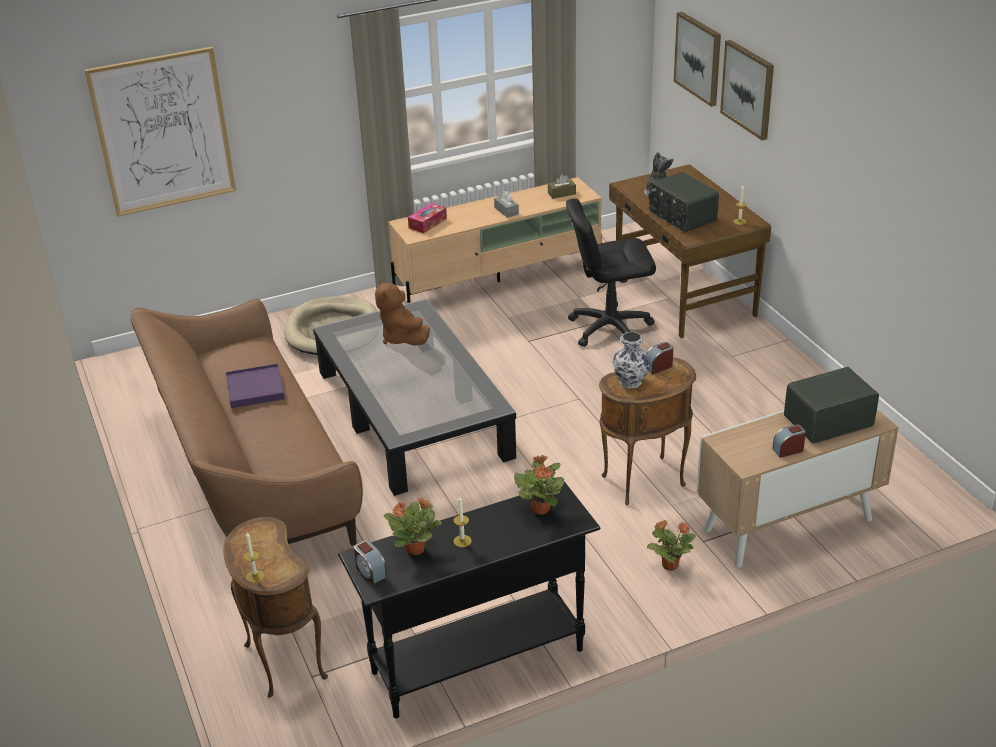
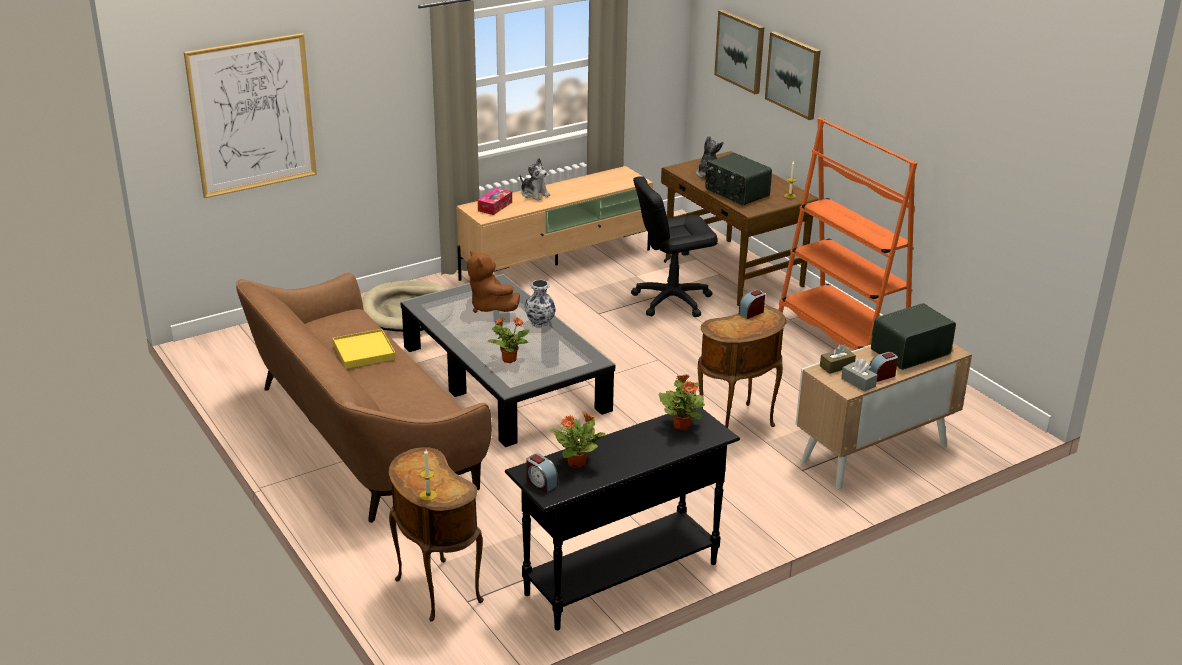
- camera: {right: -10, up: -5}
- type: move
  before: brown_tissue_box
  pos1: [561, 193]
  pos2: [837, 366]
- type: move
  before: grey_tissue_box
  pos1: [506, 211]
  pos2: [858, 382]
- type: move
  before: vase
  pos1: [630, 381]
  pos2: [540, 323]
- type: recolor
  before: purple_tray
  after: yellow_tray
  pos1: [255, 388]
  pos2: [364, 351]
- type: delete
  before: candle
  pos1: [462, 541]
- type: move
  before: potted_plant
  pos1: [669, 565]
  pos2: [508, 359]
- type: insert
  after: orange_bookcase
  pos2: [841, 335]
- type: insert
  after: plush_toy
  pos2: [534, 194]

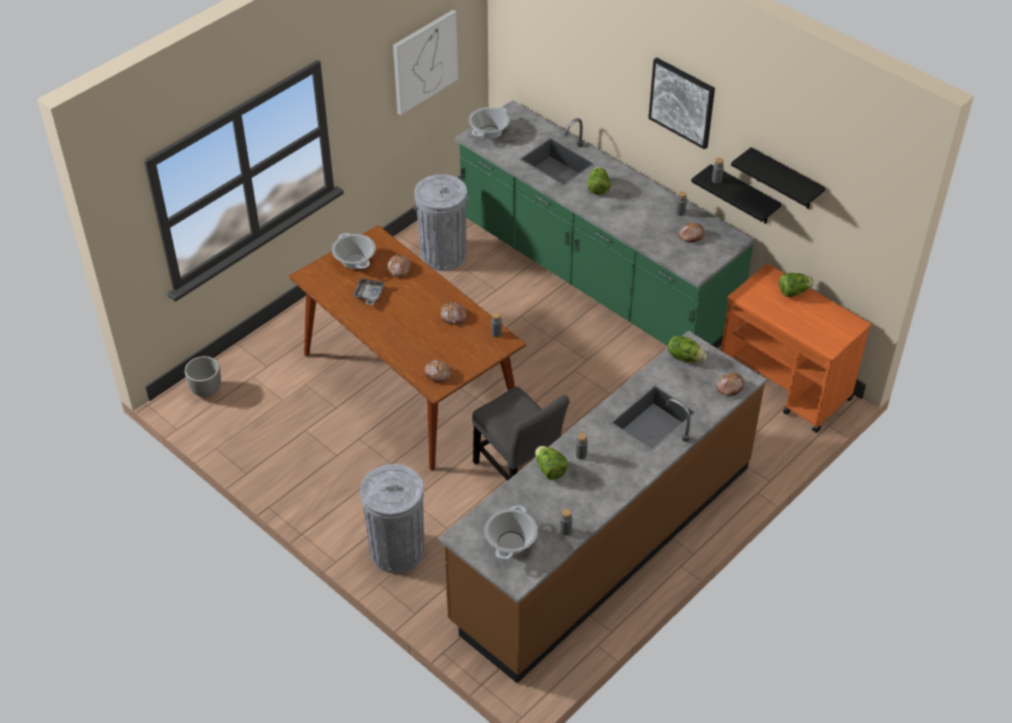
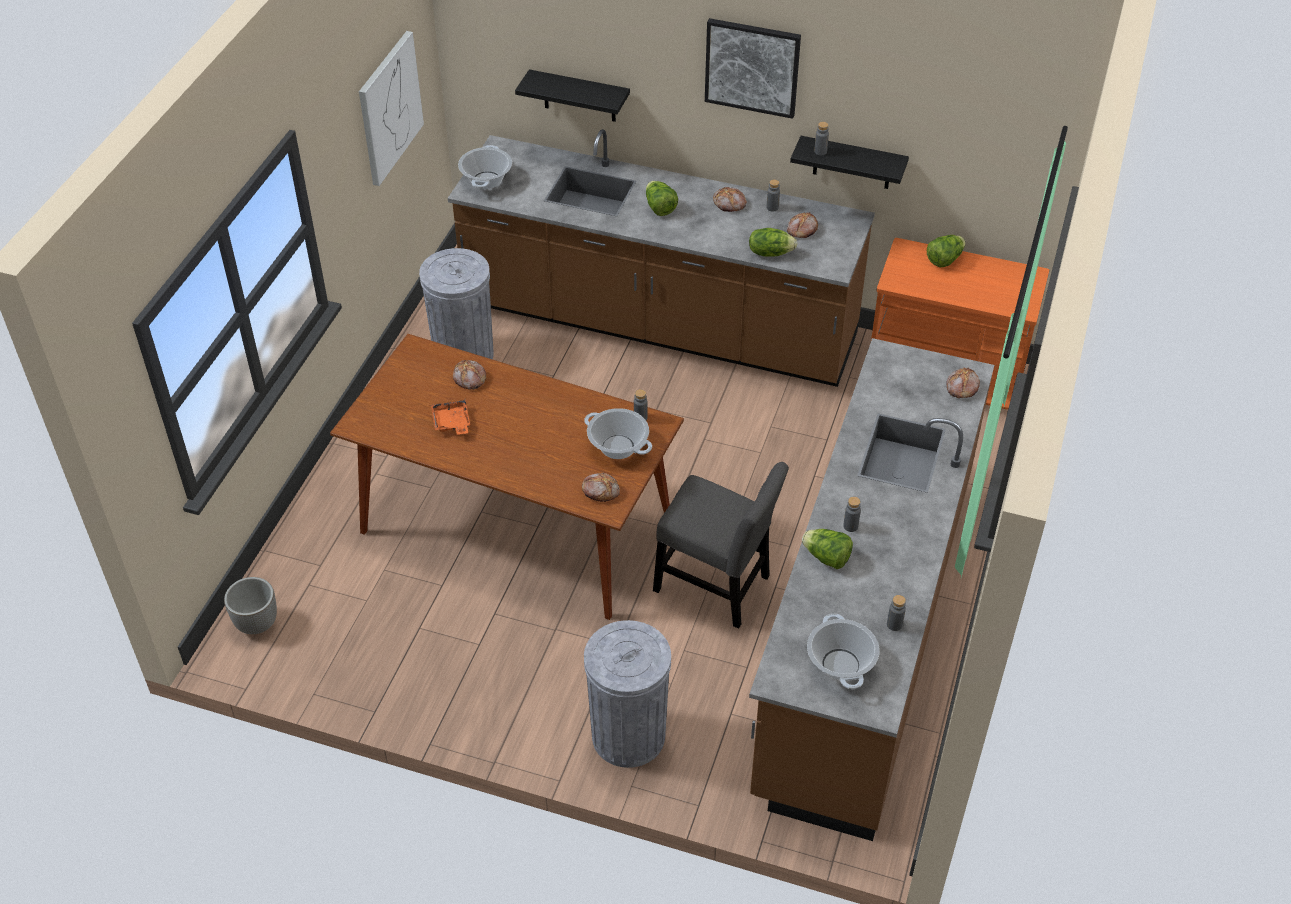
- camera: {right: -25, up: 0}
- type: recolor
  before: green_counter
  after: brown_counter
  pos1: [594, 276]
  pos2: [659, 323]
- type: move
  before: black_shelf
  pos1: [785, 180]
  pos2: [579, 96]
- type: move
  before: cooking_pot
  pos1: [355, 261]
  pos2: [618, 447]
- type: recolor
  before: grey_tray
  after: orange_tray
  pos1: [369, 295]
  pos2: [451, 423]
- type: move
  before: bread
  pos1: [453, 316]
  pos2: [729, 204]
- type: move
  before: lettuce
  pos1: [685, 357]
  pos2: [770, 252]

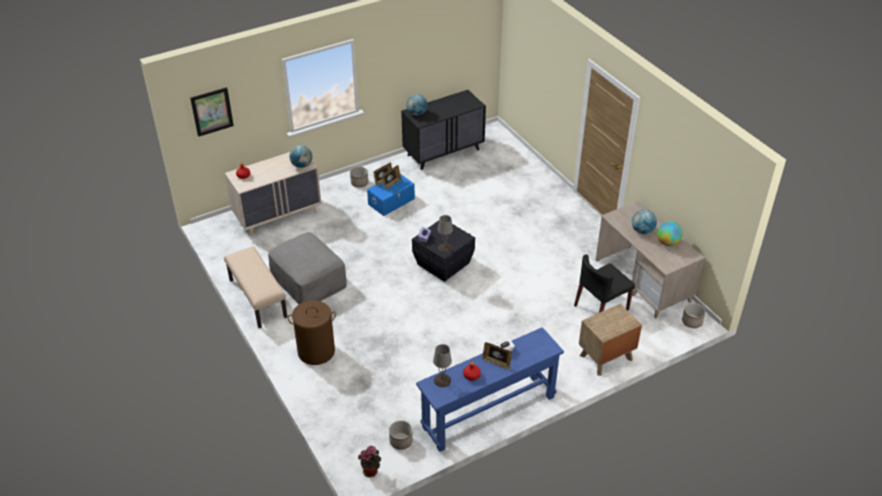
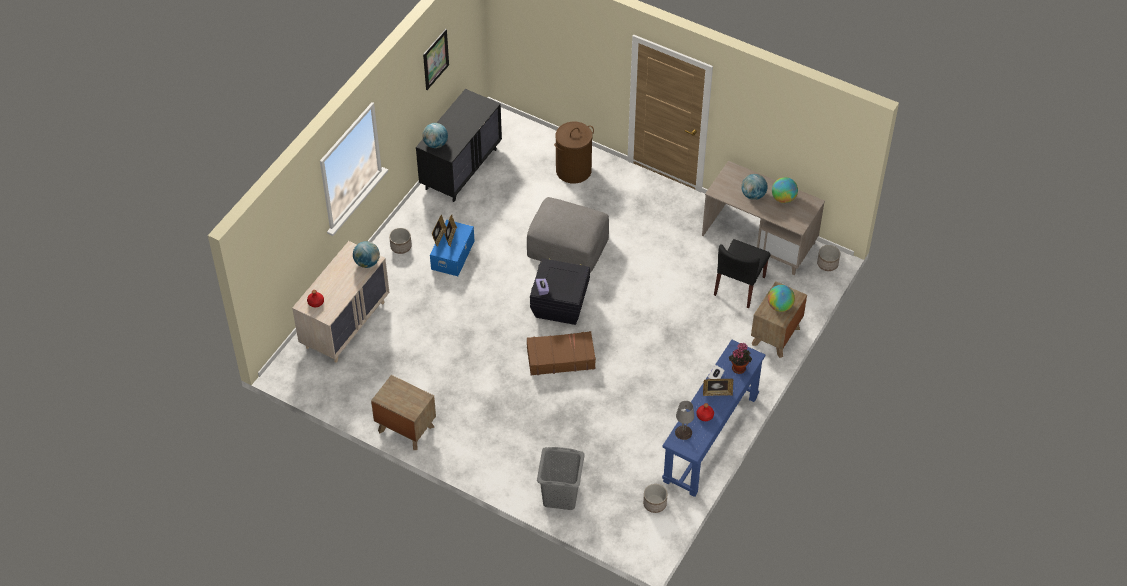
- camera: {right: -30, up: 10}
- type: move
  before: picture
  pos1: [212, 111]
  pos2: [435, 59]
- type: delete
  before: grey_table_lamp
  pos1: [445, 248]
- type: move
  before: grey_ottoman
  pos1: [308, 280]
  pos2: [567, 246]
- type: replace
  before: beige_bench
  after: brown_nightstand
  pos1: [257, 298]
  pos2: [405, 428]
- type: move
  before: brown_laundry_basket
  pos1: [316, 351]
  pos2: [573, 170]
- type: move
  before: potted_plant
  pos1: [371, 470]
  pos2: [739, 367]
- type: insert
  after: globe
  pos2: [779, 306]
- type: insert
  after: brown_suitcase
  pos2: [560, 358]
- type: insert
  after: grey_laundry_basket
  pos2: [560, 495]

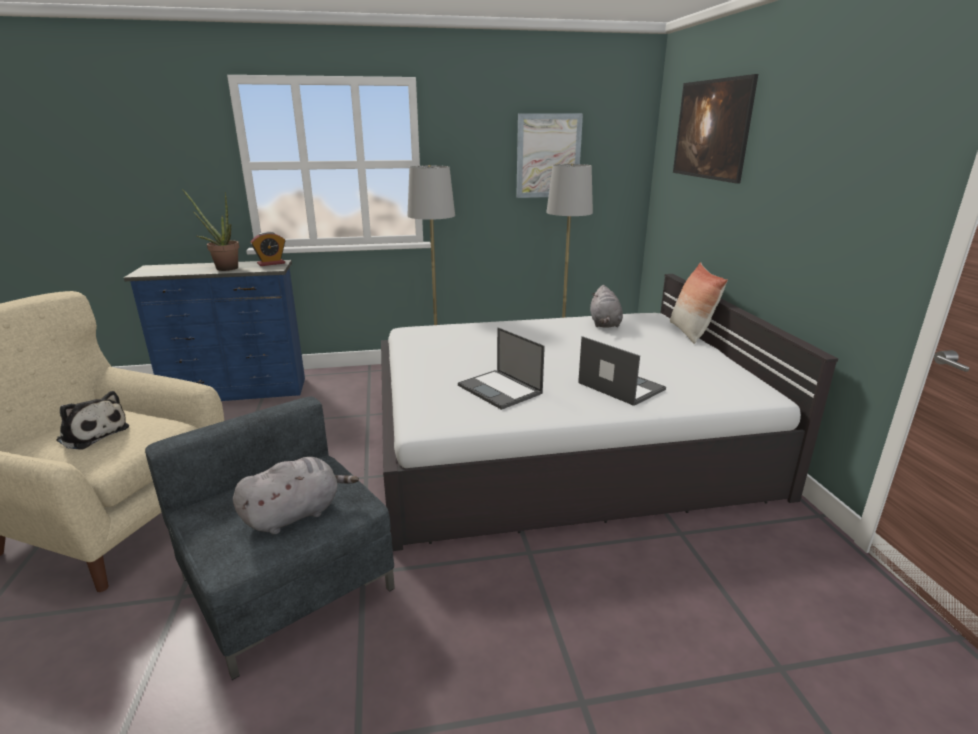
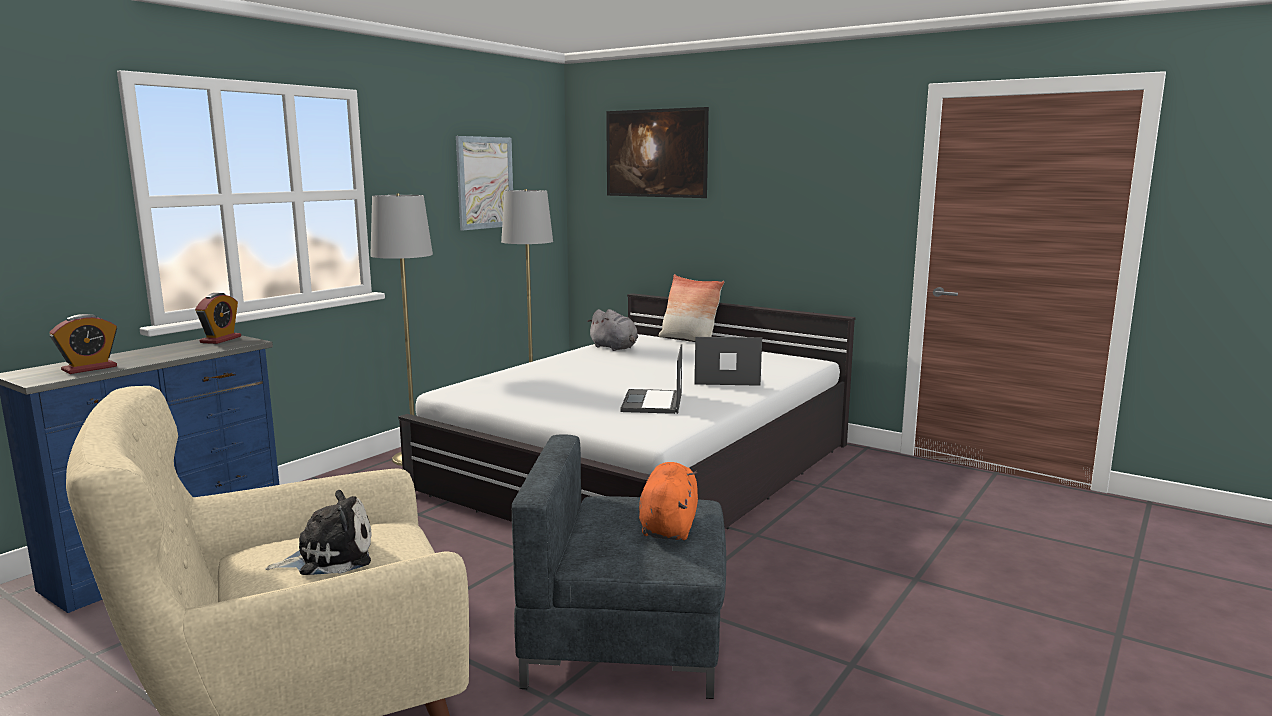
- camera: {right: -45, up: -10}
- type: delete
  before: potted_plant
  pos1: [223, 268]
- type: rotate
  before: laptop
  pos1: [500, 390]
  pos2: [652, 403]
  turn: 90
- type: recolor
  before: grey_plush_toy
  after: orange_plush_toy
  pos1: [296, 514]
  pos2: [668, 526]
- type: insert
  after: alarm_clock
  pos2: [89, 368]

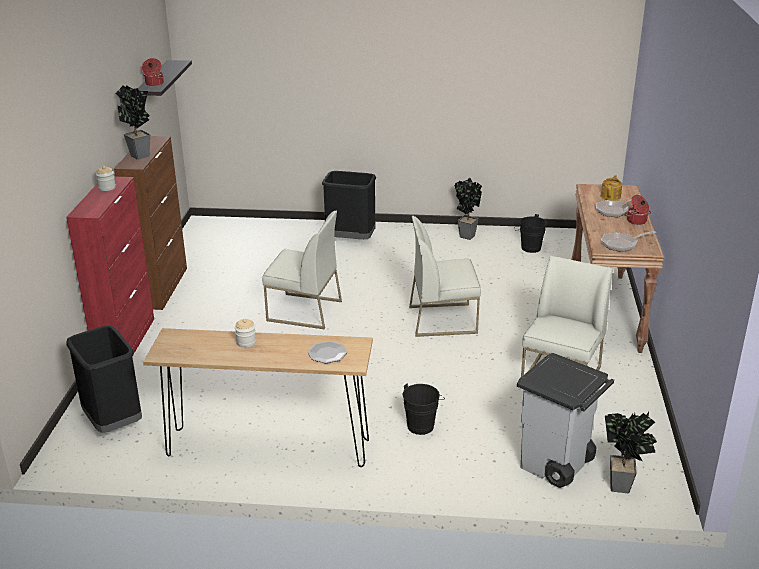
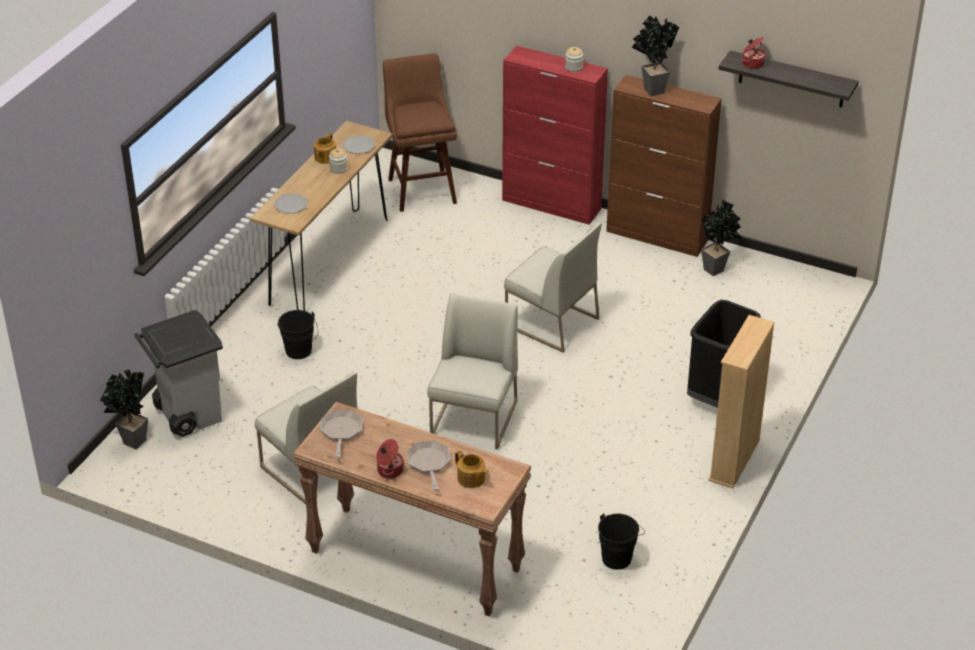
- camera: {right: 110, up: 10}
- type: move
  before: potted_plant
  pos1: [465, 235]
  pos2: [717, 269]
- type: rotate
  before: white_chair
  pos1: [303, 311]
  pos2: [551, 322]
  turn: -90
- type: replace
  before: black_trash_can
  after: brown_stool
  pos1: [112, 422]
  pos2: [421, 189]
- type: insert
  after: teapot
  pos2: [325, 158]
- type: insert
  after: plate
  pos2: [358, 145]
- type: insert
  after: beige_bookcase
  pos2: [734, 460]

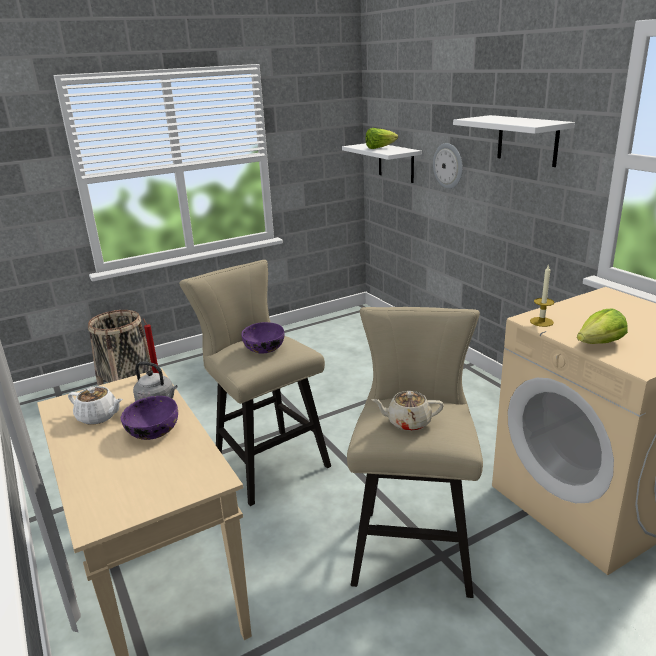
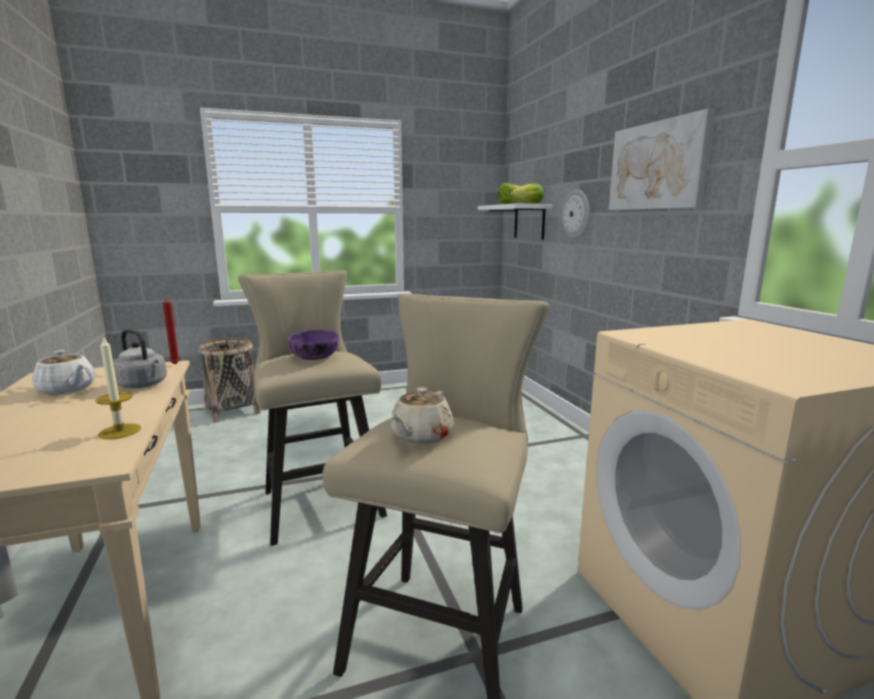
- camera: {right: 10, up: -10}
- type: replace
  before: white_shelf
  after: picture
  pos1: [527, 140]
  pos2: [657, 166]
- type: move
  before: candle
  pos1: [541, 322]
  pos2: [120, 431]
- type: move
  before: lettuce
  pos1: [600, 344]
  pos2: [528, 204]
- type: rotate
  before: beige_teapot
  pos1: [408, 422]
  pos2: [421, 436]
  turn: -75
- type: delete
  before: purple_bowl
  pos1: [152, 431]

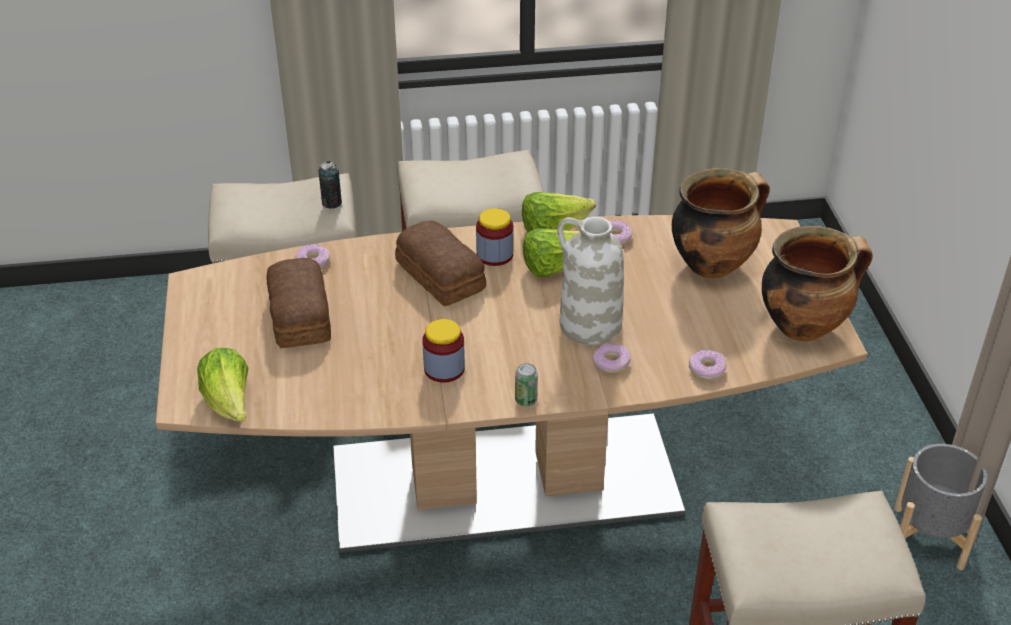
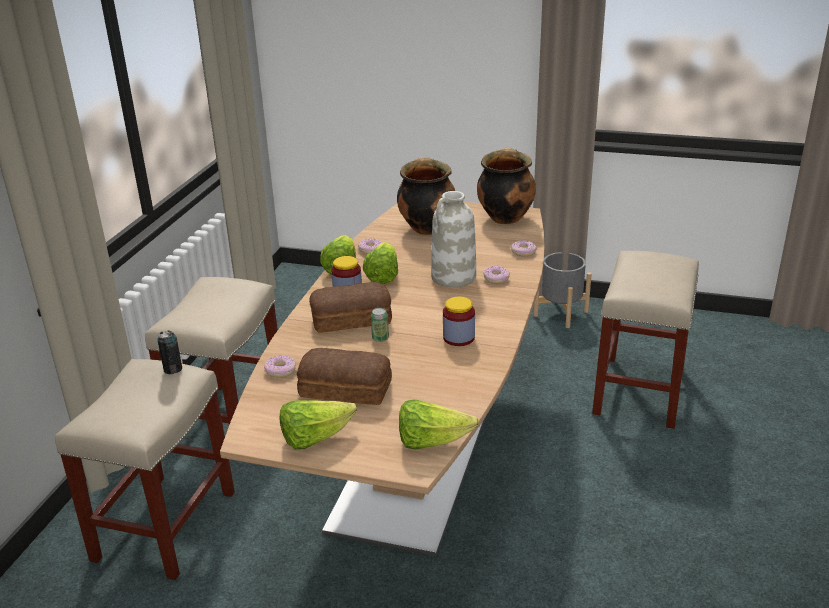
- camera: {right: -65, up: -10}
- type: move
  before: can
  pos1: [526, 400]
  pos2: [380, 338]
- type: insert
  after: lettuce
  pos2: [315, 438]

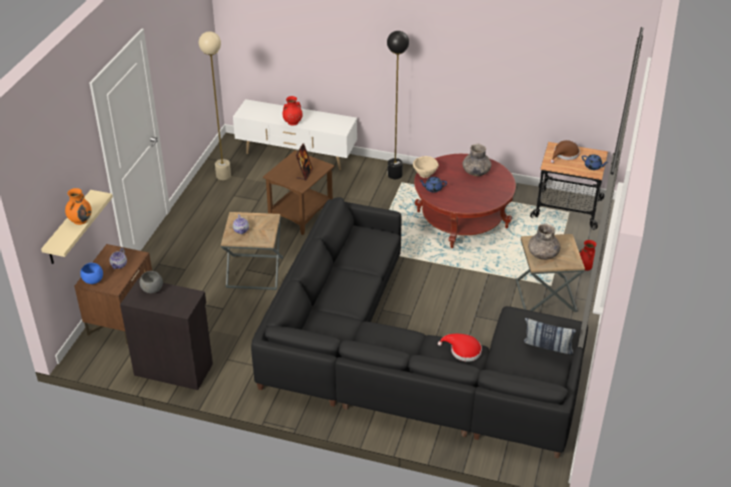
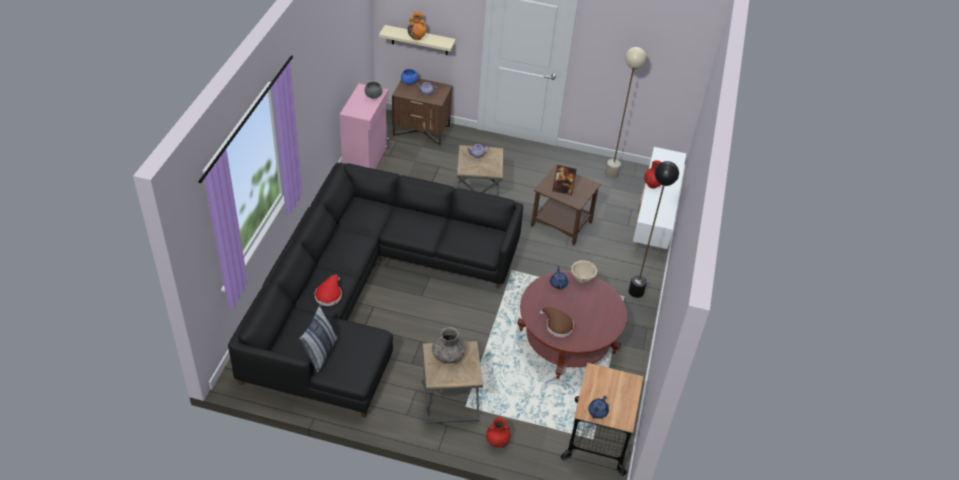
- camera: {right: 85, up: 5}
- type: move
  before: brown_hat
  pos1: [565, 155]
  pos2: [557, 326]
- type: delete
  before: grey_vase
  pos1: [476, 171]
- type: recolor
  before: black_cabinet
  after: pink_cabinet
  pos1: [173, 368]
  pos2: [366, 159]

